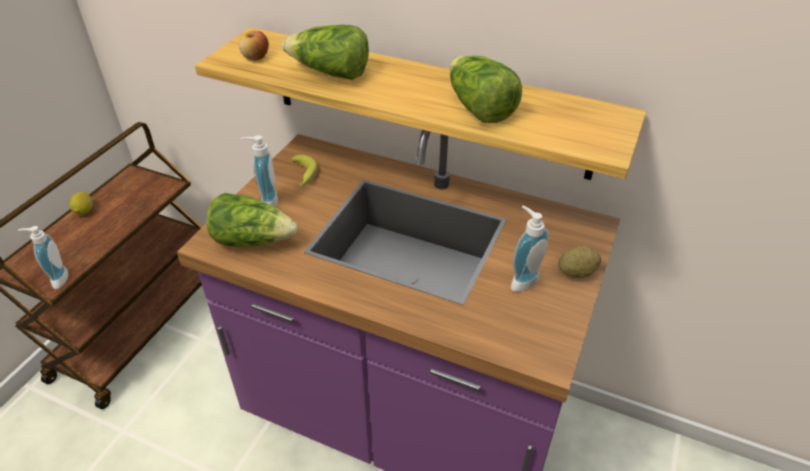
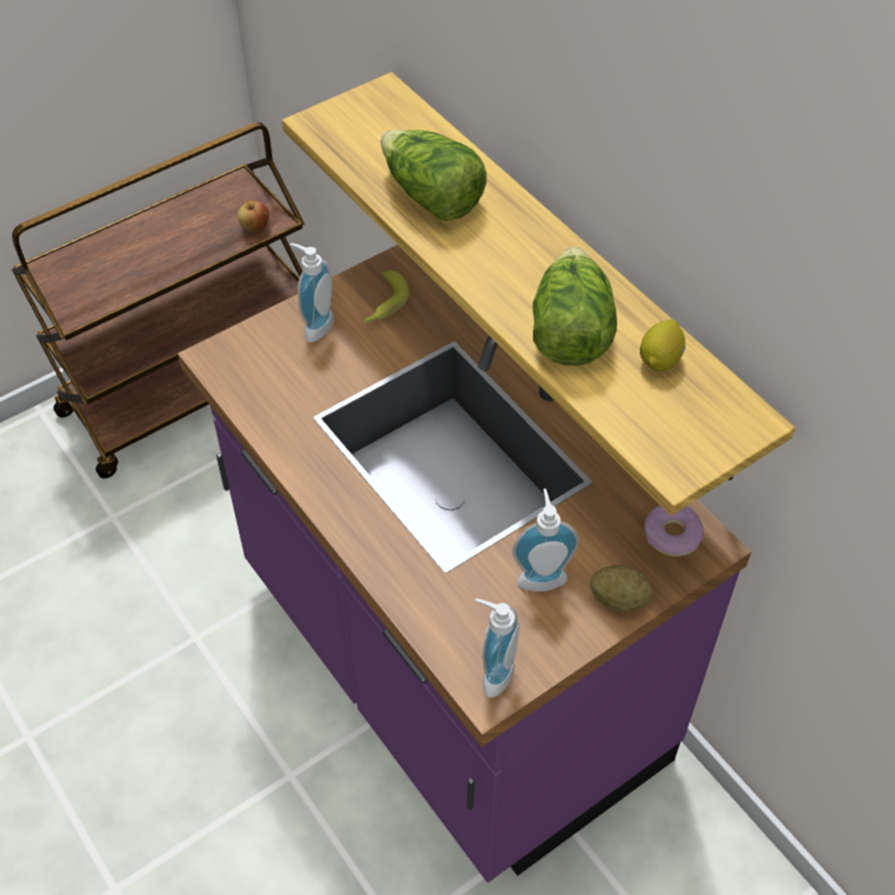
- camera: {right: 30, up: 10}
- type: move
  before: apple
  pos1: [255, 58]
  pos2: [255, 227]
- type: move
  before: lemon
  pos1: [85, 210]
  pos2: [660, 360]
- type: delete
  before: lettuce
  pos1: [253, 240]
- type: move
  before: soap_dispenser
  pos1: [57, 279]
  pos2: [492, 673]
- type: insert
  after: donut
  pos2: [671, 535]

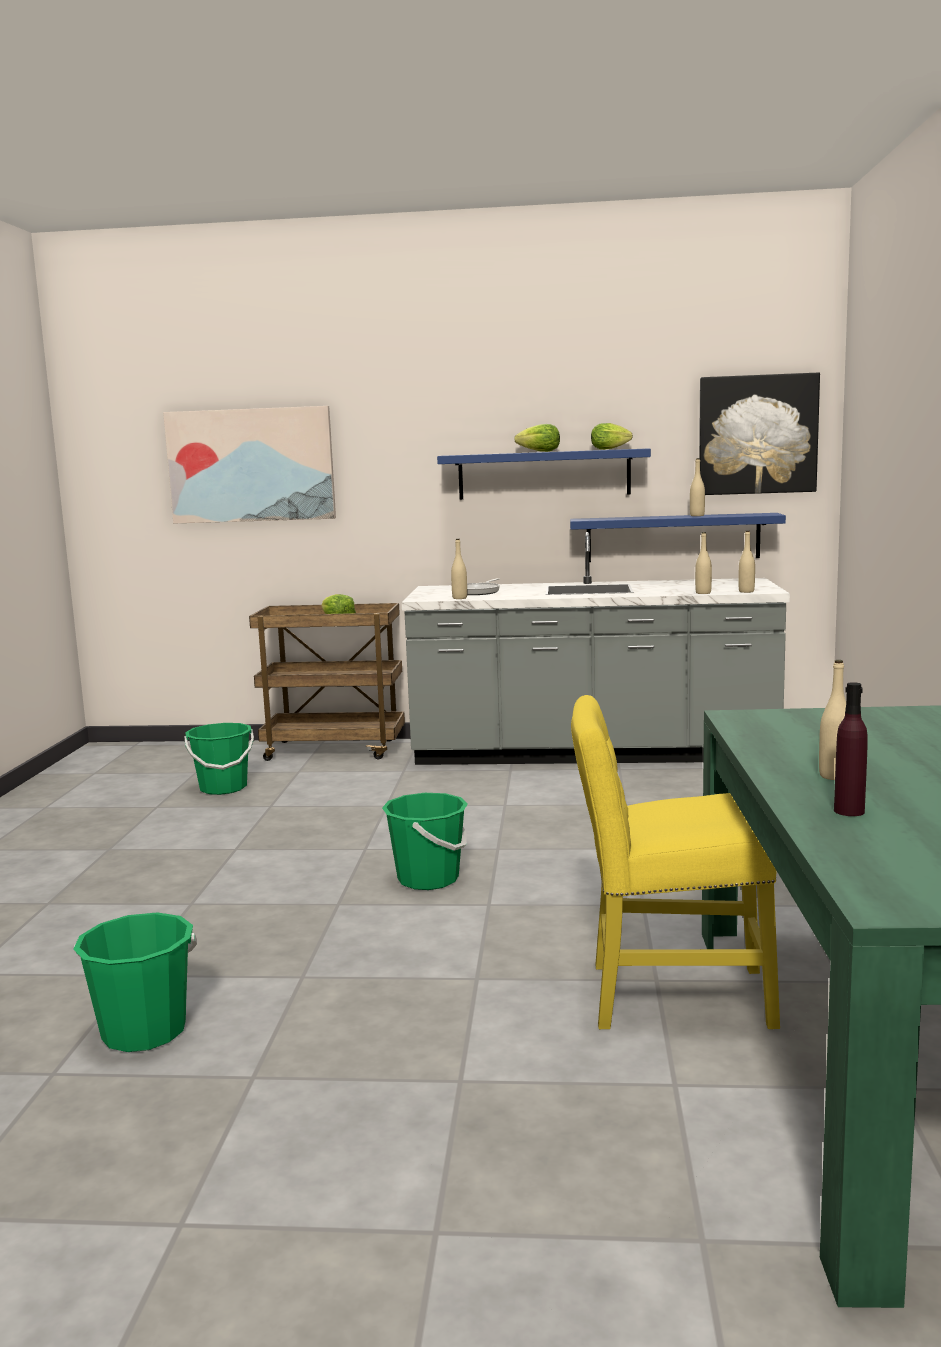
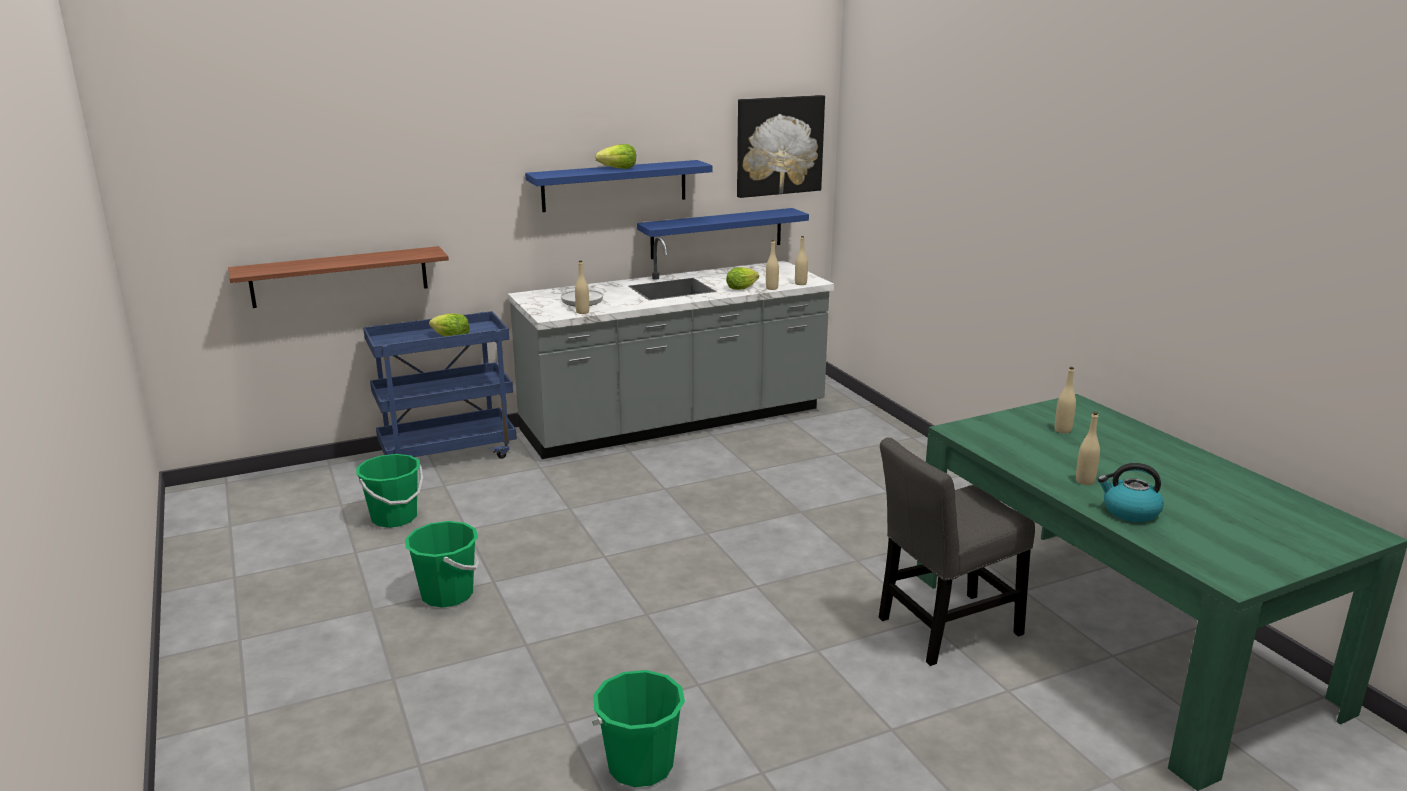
- camera: {right: -30, up: 10}
- type: delete
  before: picture
  pos1: [251, 465]
- type: move
  before: lettuce
  pos1: [612, 449]
  pos2: [743, 288]
- type: move
  before: beige_bottle
  pos1: [697, 515]
  pos2: [1062, 430]
- type: recolor
  before: brown_cart
  after: blue_cart
  pos1: [336, 750]
  pos2: [448, 454]
- type: replace
  before: purple_bottle
  after: kettle
  pos1: [849, 811]
  pos2: [1129, 512]
- type: recolor
  before: yellow_chair
  after: grey_chair
  pos1: [669, 996]
  pos2: [944, 629]
- type: move
  before: green_bucket
  pos1: [428, 879]
  pos2: [447, 594]
- type: insert
  after: shelf
  pos2: [340, 277]

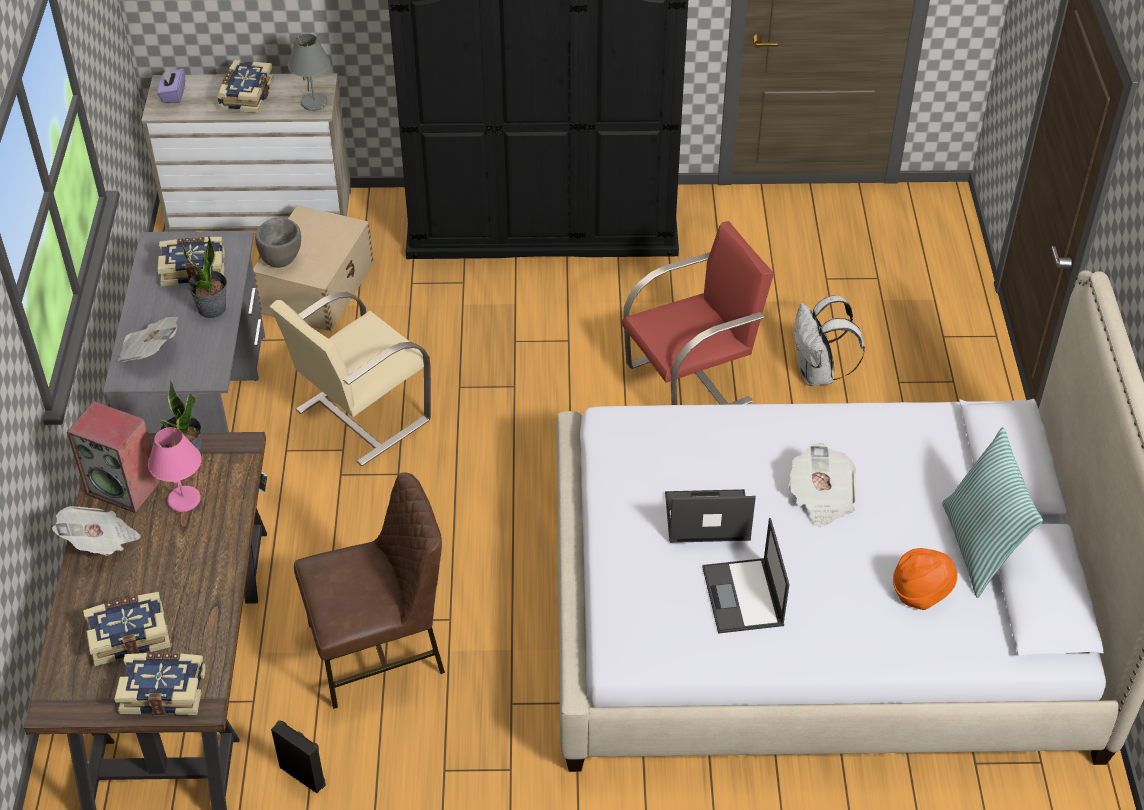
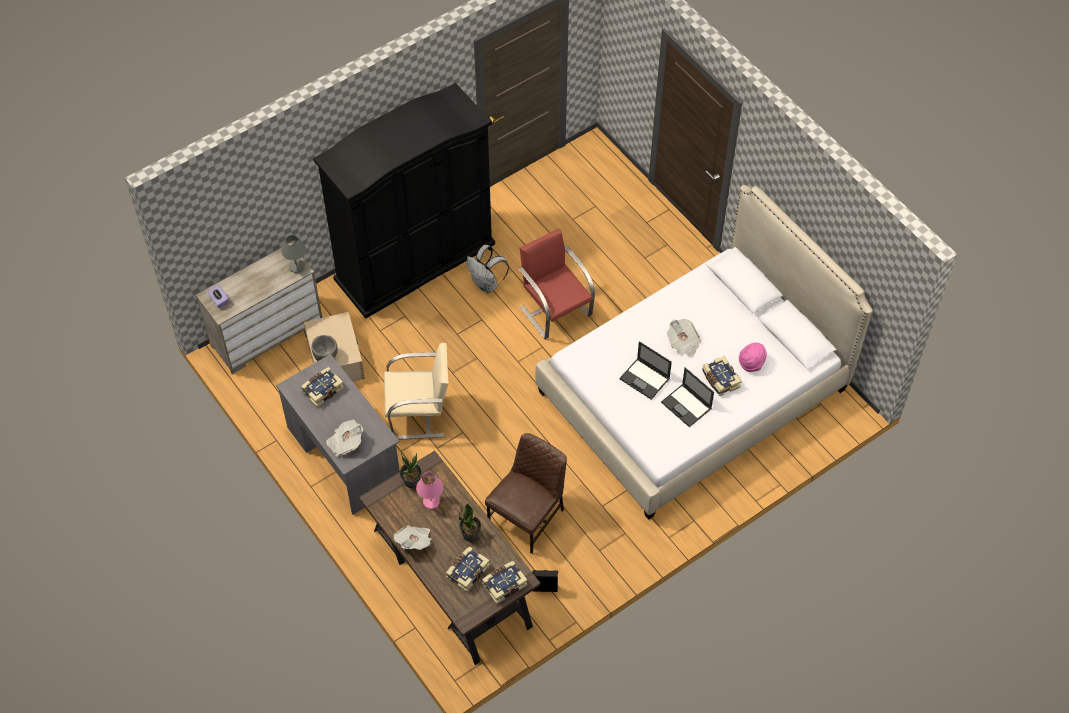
- camera: {right: -35, up: 10}
- type: move
  before: book
  pos1: [245, 95]
  pos2: [720, 380]
- type: rotate
  before: red_chair
  pos1: [691, 383]
  pos2: [555, 310]
  turn: -60
- type: move
  before: potted_plant
  pos1: [212, 309]
  pos2: [470, 534]
- type: rotate
  before: beige_chair
  pos1: [360, 416]
  pos2: [419, 414]
  turn: -105
- type: move
  before: white_backpack
  pos1: [818, 374]
  pos2: [487, 284]
- type: delete
  before: speaker
  pos1: [124, 488]
- type: delete
  before: pillow
  pos1: [980, 547]
- type: rotate
  before: laptop
  pos1: [706, 517]
  pos2: [645, 379]
  turn: -105
- type: recolor
  before: orange_hat
  after: pink_hat
  pos1: [920, 593]
  pos2: [751, 363]

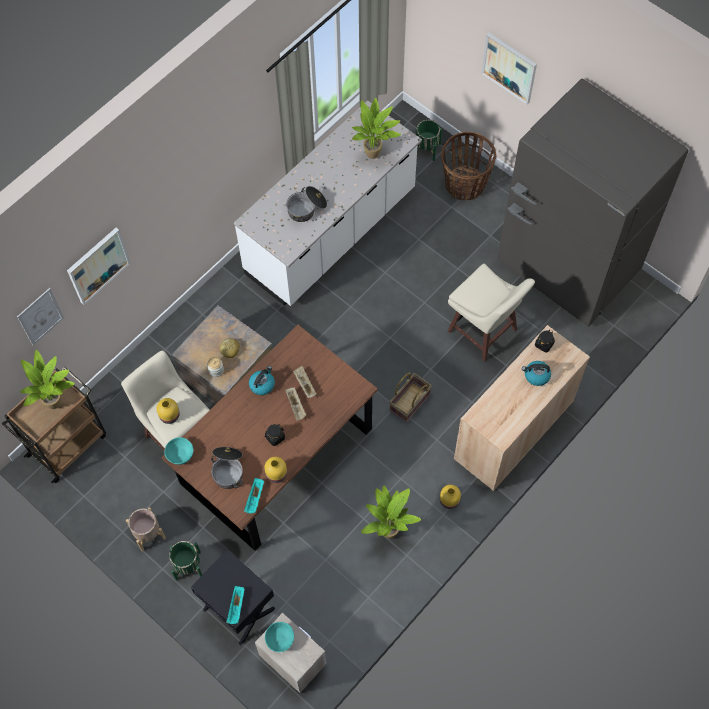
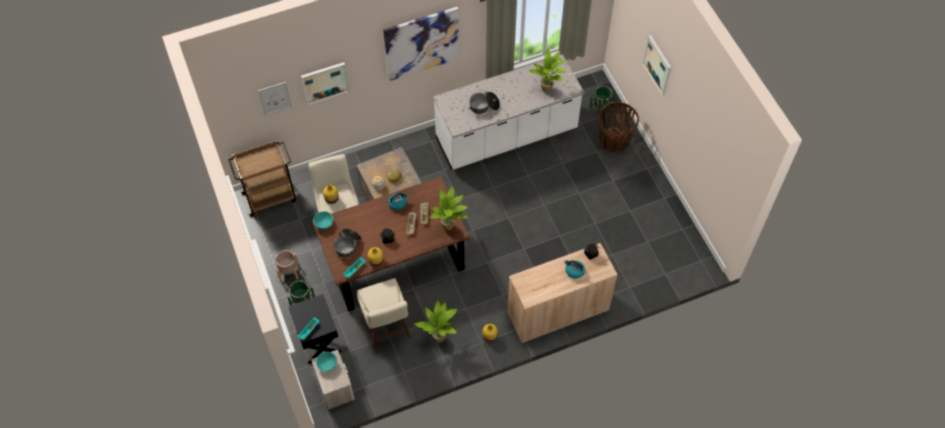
- camera: {right: 25, up: -5}
- type: delete
  before: grey_fridge
  pos1: [567, 267]
- type: move
  before: beige_stool
  pos1: [483, 332]
  pos2: [386, 328]
- type: move
  before: potted_plant
  pos1: [57, 403]
  pos2: [449, 227]
- type: delete
  before: basket
  pos1: [410, 403]
- type: insert
  after: picture
  pos2: [422, 43]

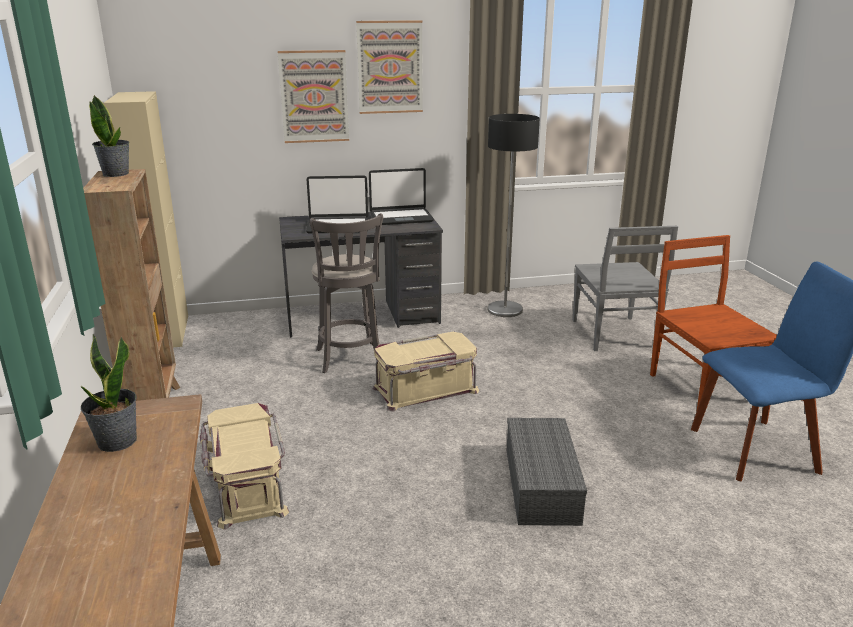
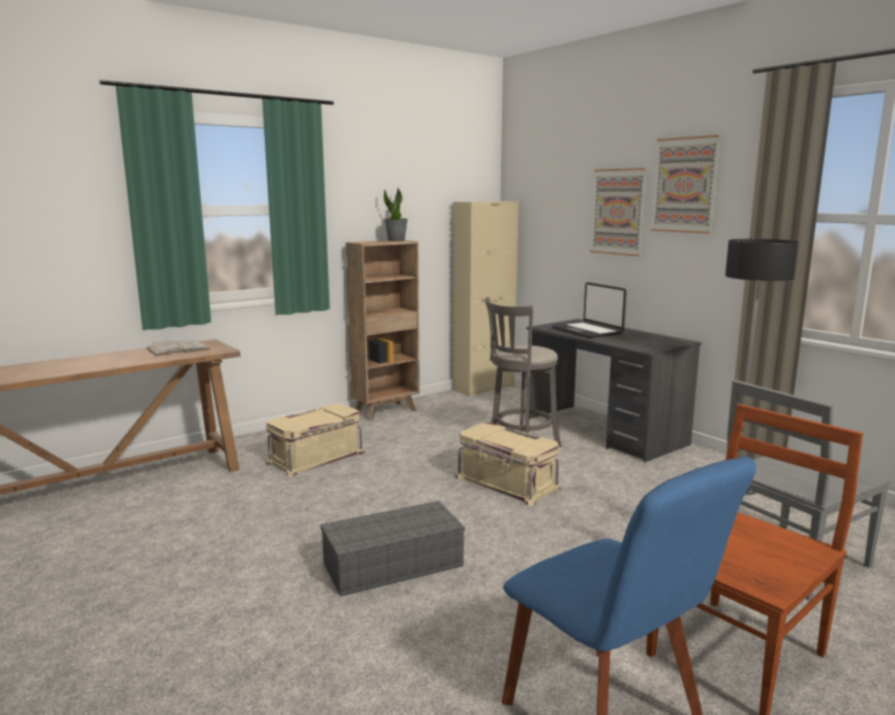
- camera: {right: 65, up: -10}
- type: delete
  before: laptop
  pos1: [401, 217]
- type: replace
  before: potted_plant
  after: white_book
  pos1: [117, 441]
  pos2: [178, 349]

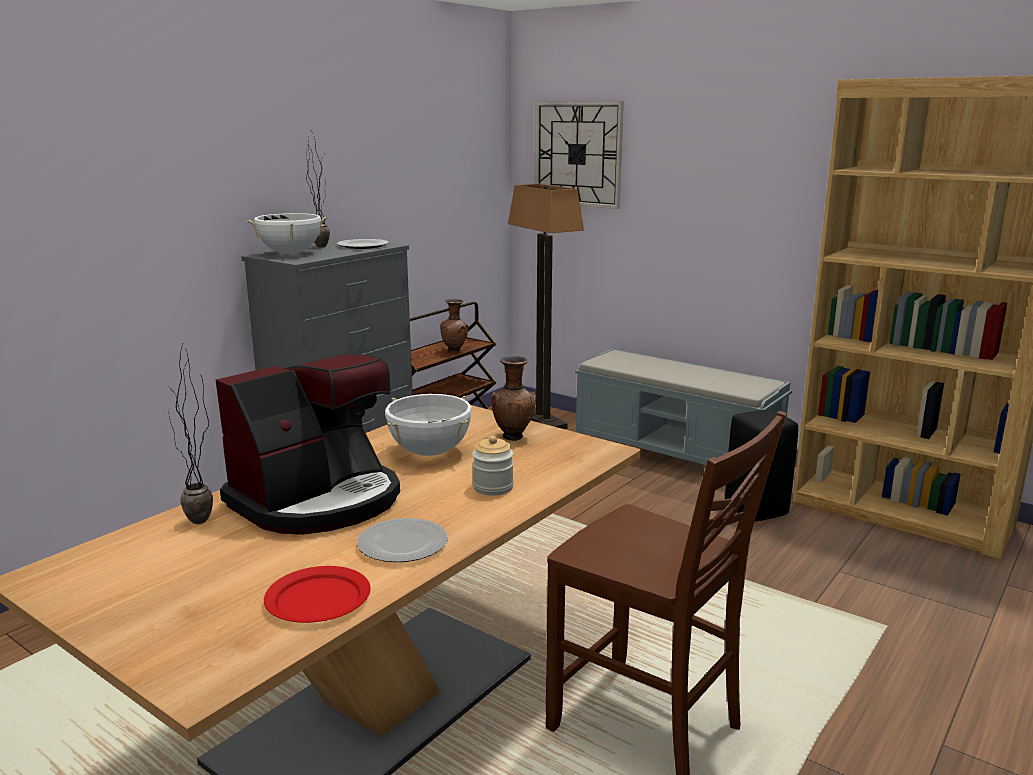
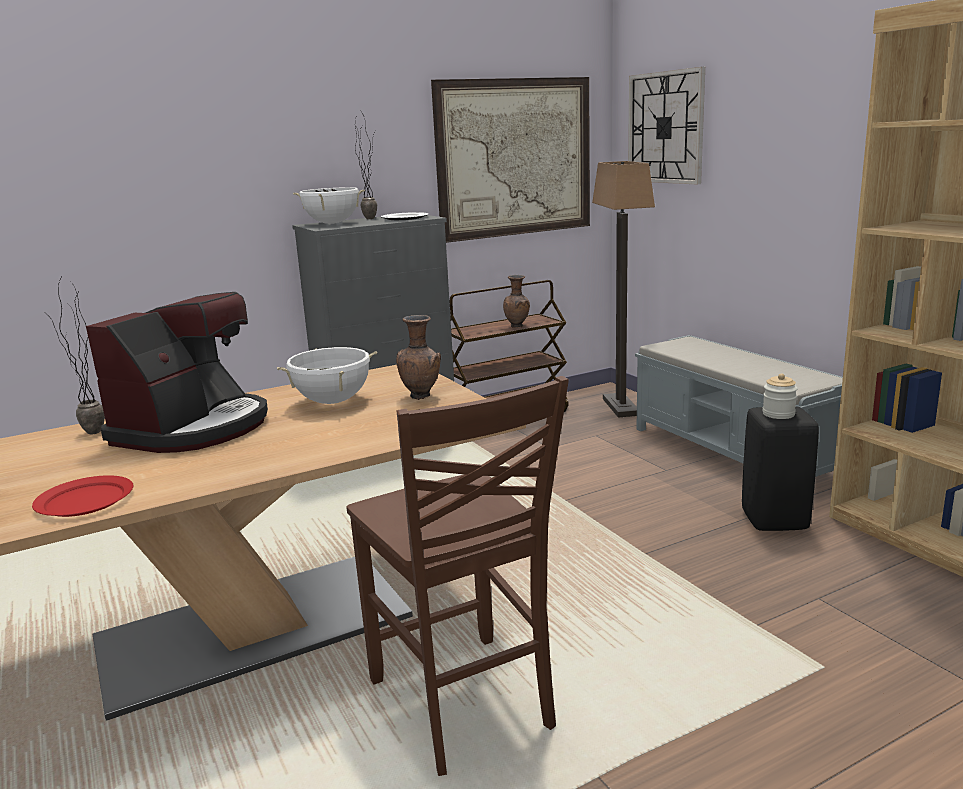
- camera: {right: 25, up: 0}
- type: rotate
  before: coffee_machine
  pos1: [318, 500]
  pos2: [194, 428]
  turn: -45
- type: move
  before: jar
  pos1: [493, 487]
  pos2: [778, 414]
- type: delete
  before: plate
  pos1: [401, 544]
- type: insert
  after: picture
  pos2: [515, 158]

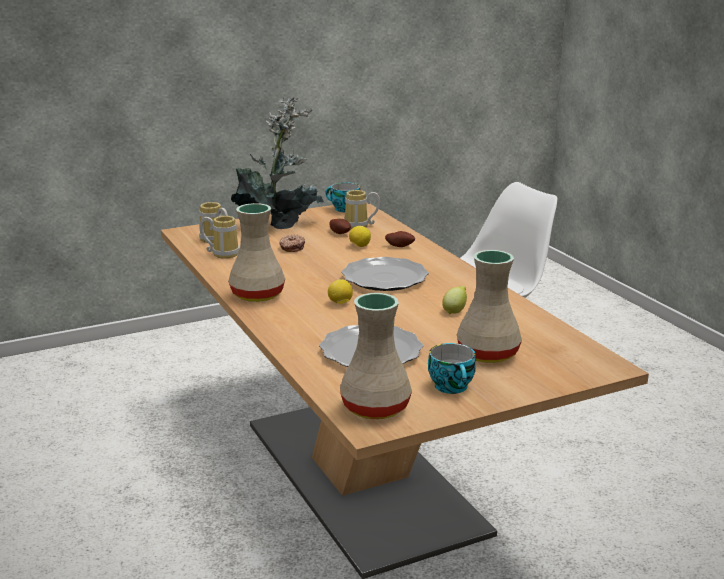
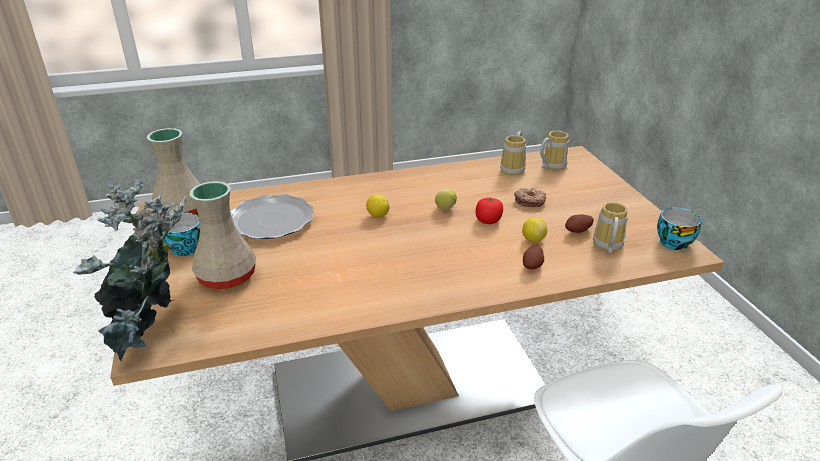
- camera: {right: 100, up: 10}
- type: move
  before: potted_plant
  pos1: [280, 224]
  pos2: [152, 335]
- type: delete
  before: beige_vase
  pos1: [257, 295]
- type: delete
  before: plate
  pos1: [385, 278]
- type: move
  before: lemon
  pos1: [455, 311]
  pos2: [446, 209]
- type: insert
  after: tomato
  pos2: [488, 220]

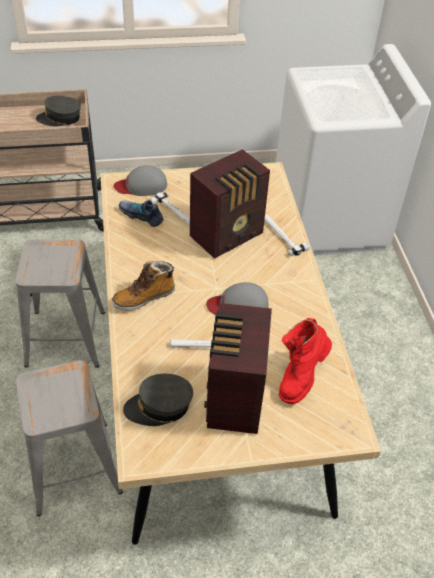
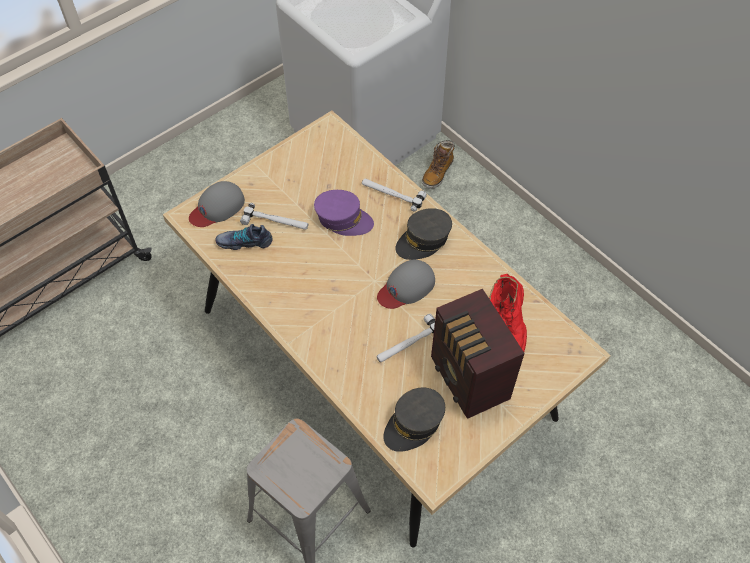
- camera: {right: -30, up: 10}
- type: move
  before: grey_cap
  pos1: [60, 118]
  pos2: [423, 240]
- type: replace
  before: radio
  after: purple_cap
  pos1: [228, 235]
  pos2: [343, 219]
- type: delete
  before: grey_stool
  pos1: [64, 338]
- type: move
  before: boot
  pos1: [144, 297]
  pos2: [437, 173]

